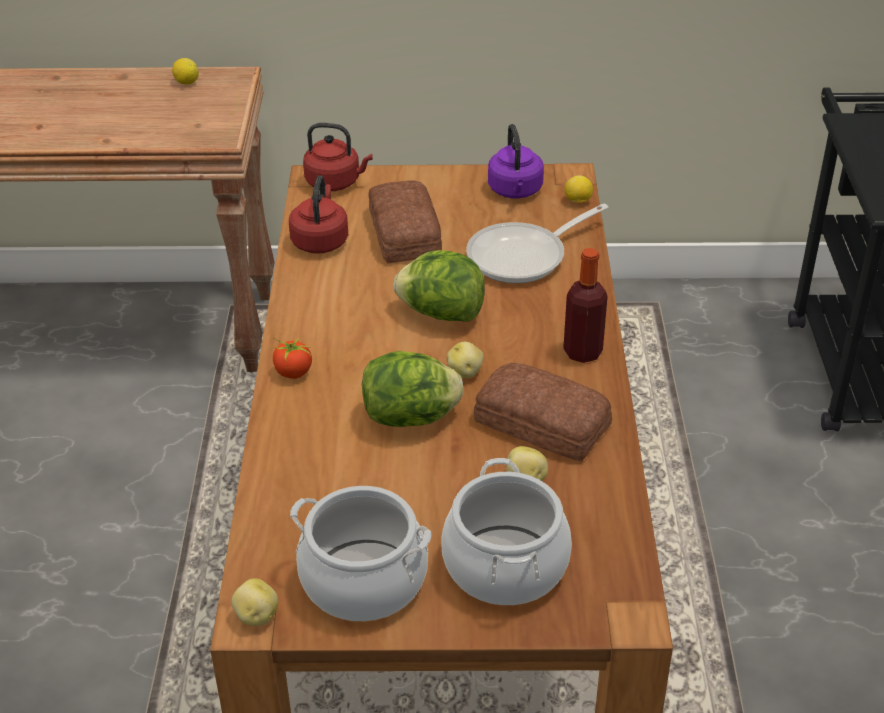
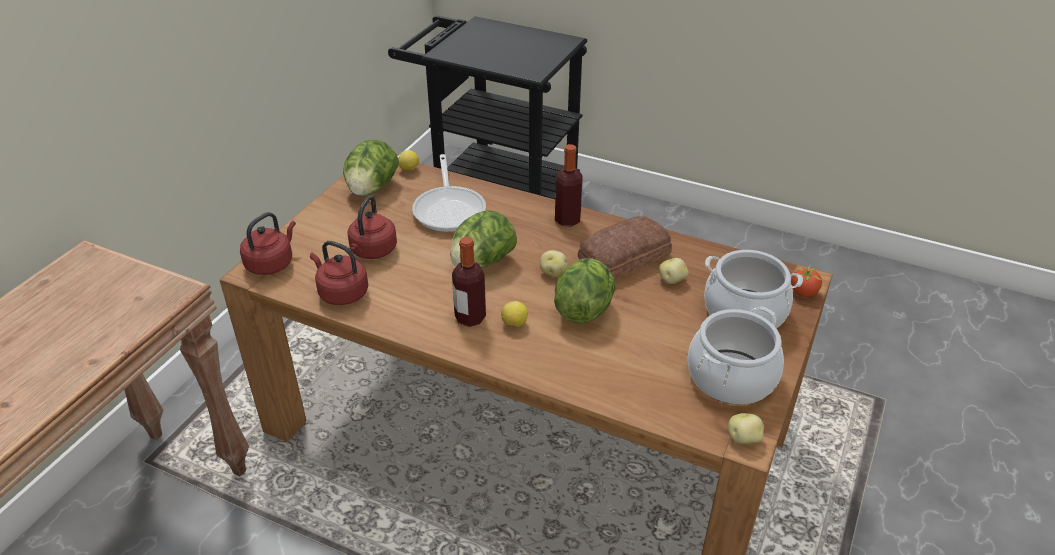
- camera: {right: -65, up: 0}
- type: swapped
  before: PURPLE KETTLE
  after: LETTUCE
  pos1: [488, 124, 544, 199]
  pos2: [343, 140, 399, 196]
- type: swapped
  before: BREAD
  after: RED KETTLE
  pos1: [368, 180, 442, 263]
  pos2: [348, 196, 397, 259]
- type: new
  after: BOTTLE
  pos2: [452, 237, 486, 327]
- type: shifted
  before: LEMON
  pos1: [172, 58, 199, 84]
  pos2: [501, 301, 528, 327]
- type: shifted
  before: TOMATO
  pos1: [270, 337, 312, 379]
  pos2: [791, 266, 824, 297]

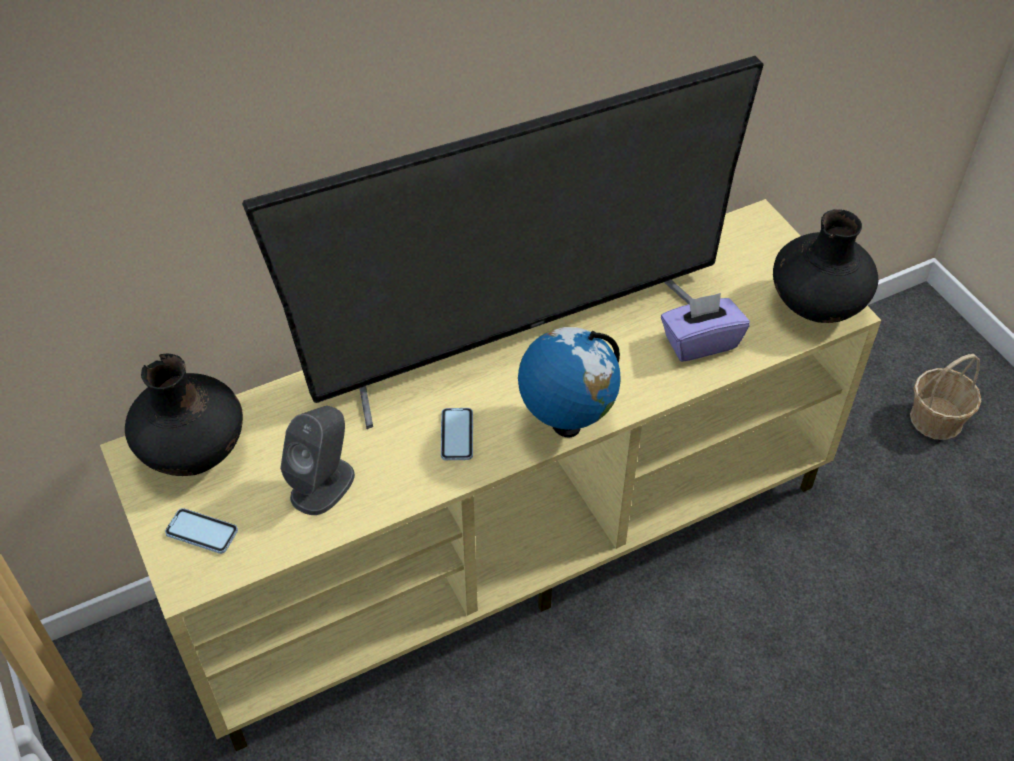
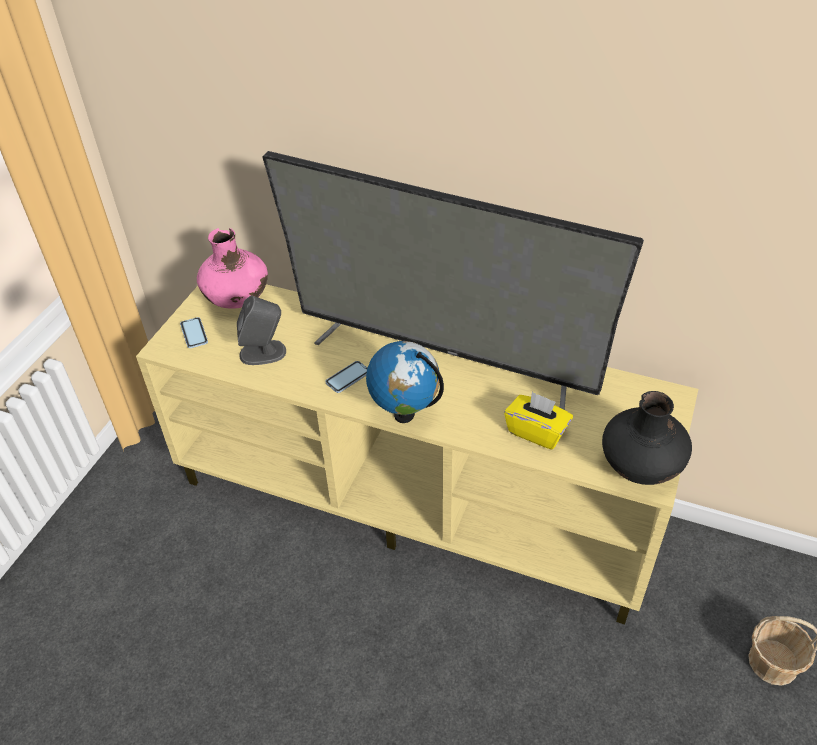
- camera: {right: 50, up: -5}
- type: repainted
  before: BLACK VASE
  after: PINK VASE
  pos1: [125, 354, 243, 476]
  pos2: [197, 228, 268, 308]
- type: repainted
  before: PURPLE TISSUE BOX
  after: YELLOW TISSUE BOX
  pos1: [661, 293, 750, 362]
  pos2: [504, 391, 573, 450]

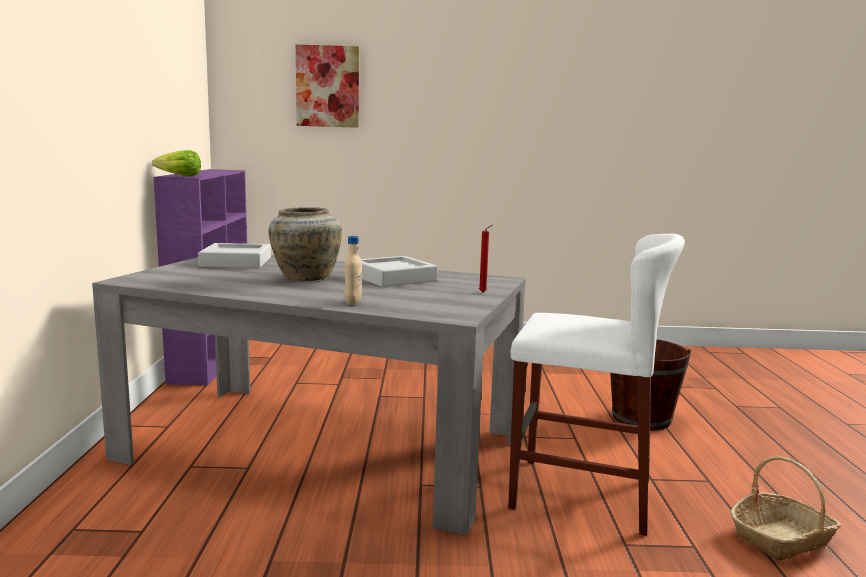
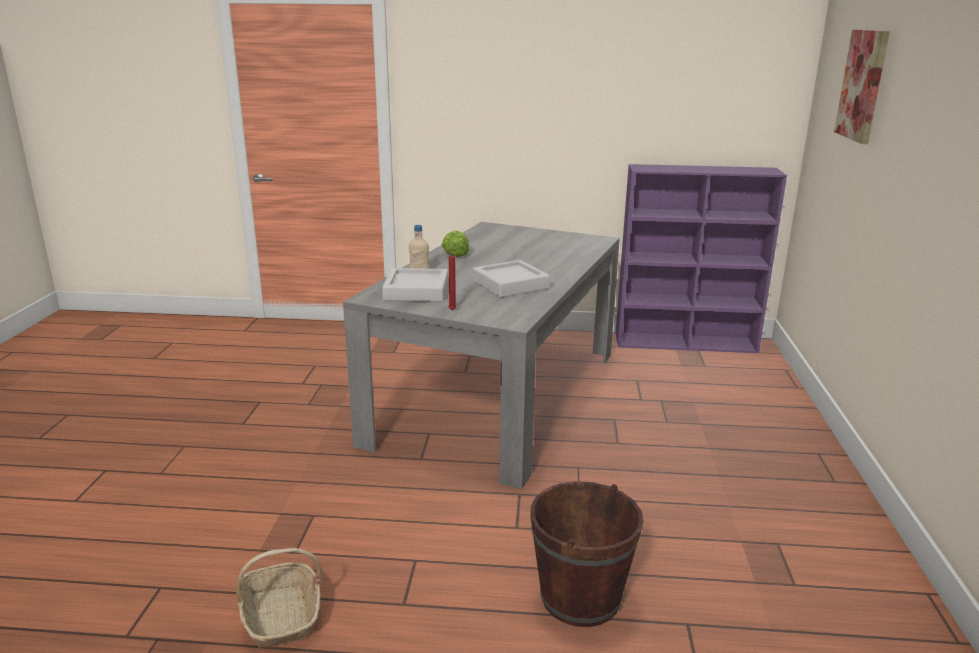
- camera: {right: 95, up: 10}
- type: shifted
  before: GREY TRAY
  pos1: [198, 243, 271, 268]
  pos2: [382, 268, 448, 302]
- type: shifted
  before: LETTUCE
  pos1: [152, 150, 201, 176]
  pos2: [442, 231, 469, 257]
- type: gone
  before: BEIGE VASE
  pos1: [269, 207, 342, 281]
- type: gone
  before: WHITE STOOL
  pos1: [508, 234, 685, 536]

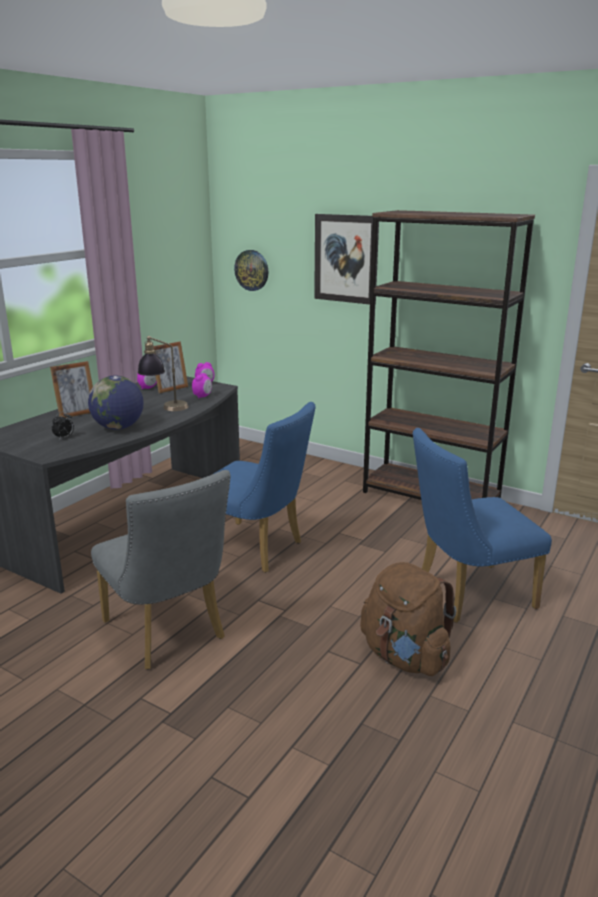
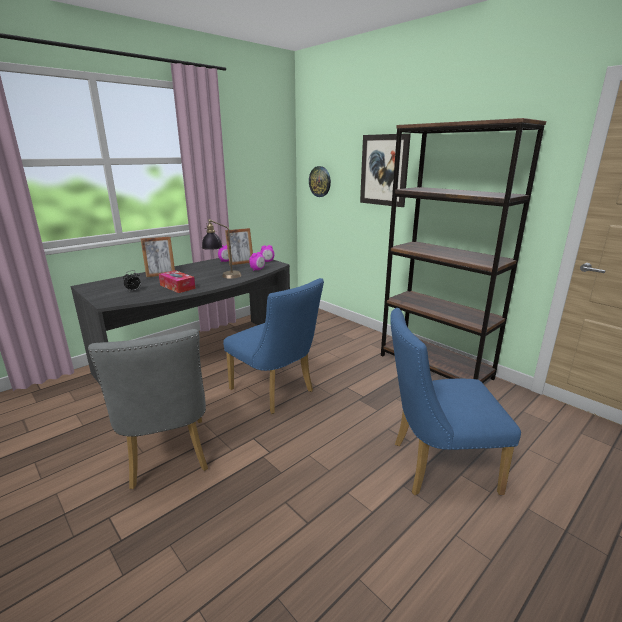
- camera: {right: 15, up: 0}
- type: swapped
  before: GLOBE
  after: TISSUE BOX
  pos1: [88, 375, 144, 430]
  pos2: [159, 270, 196, 293]
- type: gone
  before: BROWN BACKPACK
  pos1: [360, 562, 456, 676]

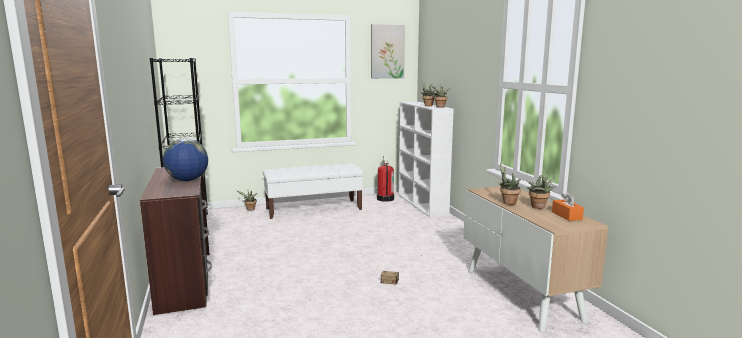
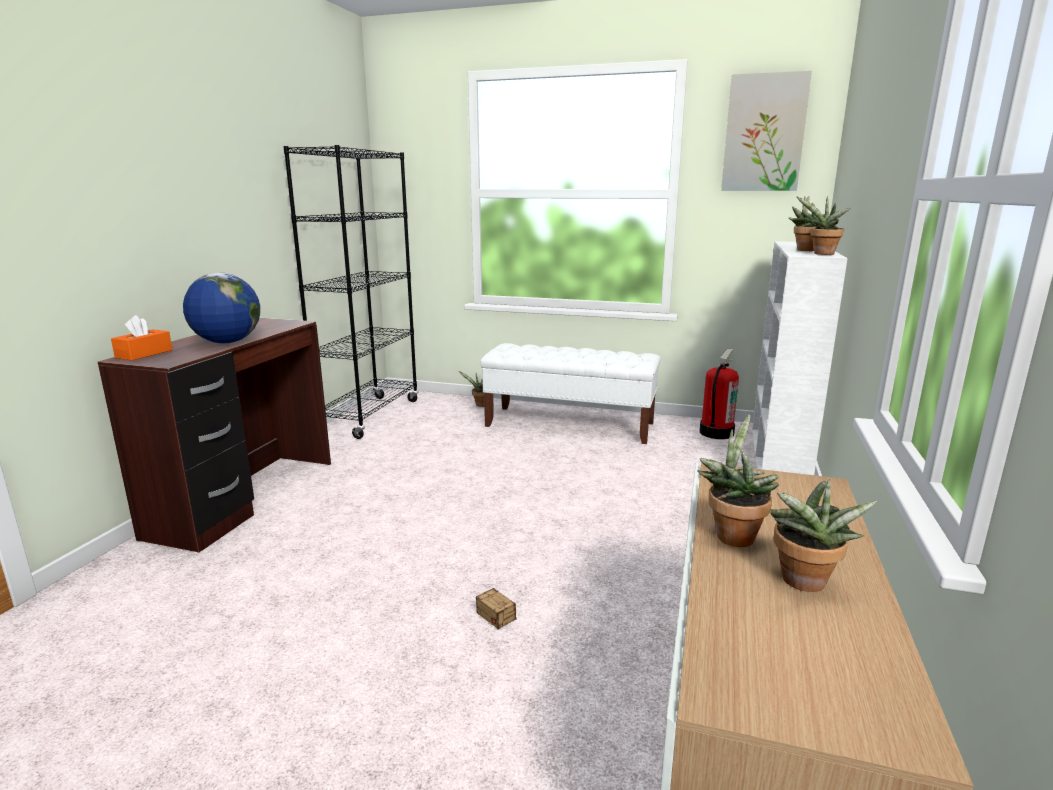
- camera: {right: 35, up: 5}
- type: shifted
  before: ORANGE TISSUE BOX
  pos1: [552, 192, 584, 221]
  pos2: [111, 315, 172, 361]

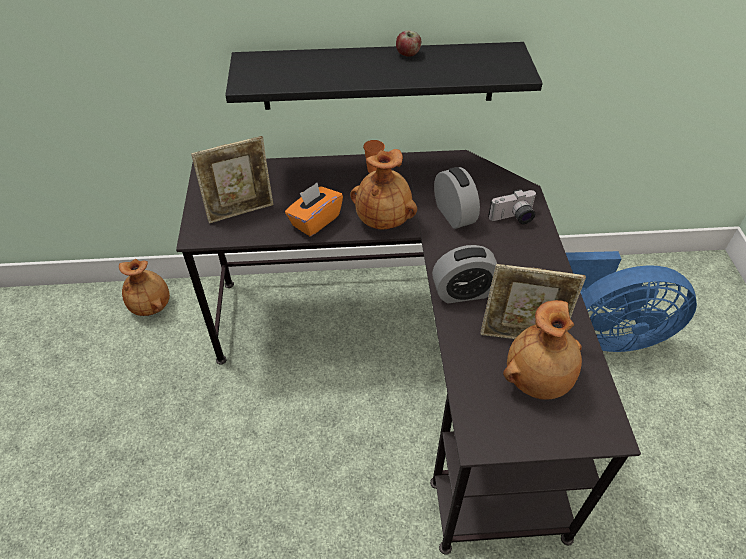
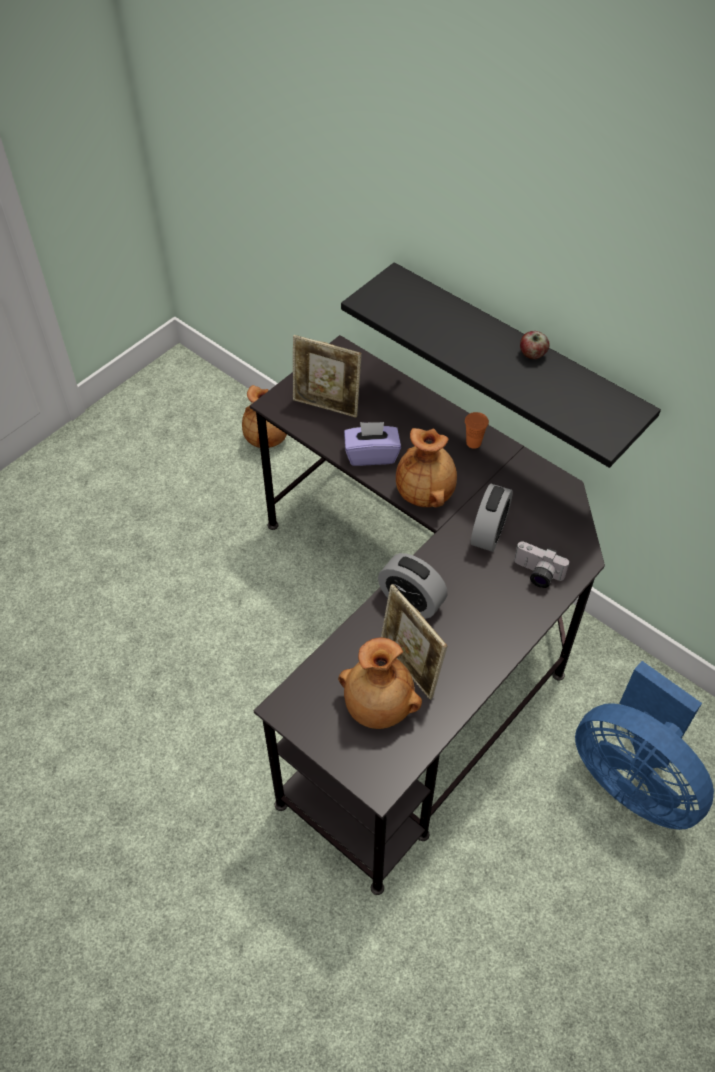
- camera: {right: 45, up: 5}
- type: repainted
  before: ORANGE TISSUE BOX
  after: PURPLE TISSUE BOX
  pos1: [285, 183, 343, 236]
  pos2: [344, 422, 401, 466]

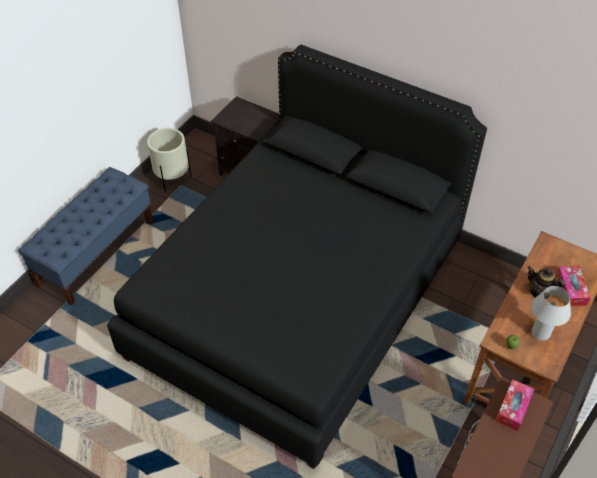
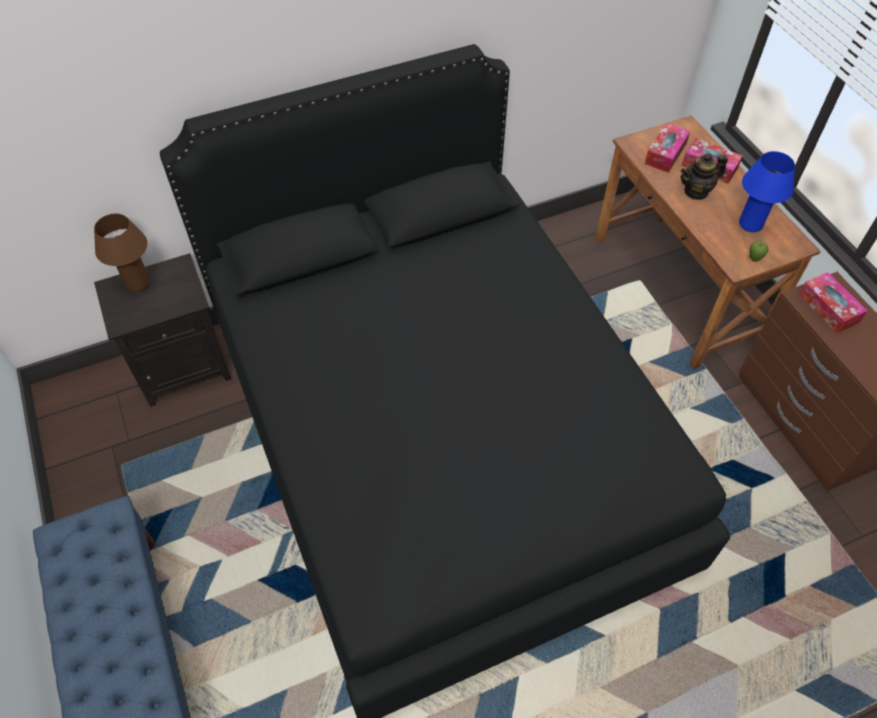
- camera: {right: -55, up: 5}
- type: new
  after: BROWN TABLE LAMP
  pos2: [94, 214, 150, 292]
- type: new
  after: TISSUE BOX
  pos2: [644, 123, 690, 173]
- type: repainted
  before: WHITE TABLE LAMP
  after: BLUE TABLE LAMP
  pos1: [531, 286, 571, 341]
  pos2: [739, 151, 795, 232]
- type: gone
  before: BEIGE PLANTER
  pos1: [147, 128, 191, 192]

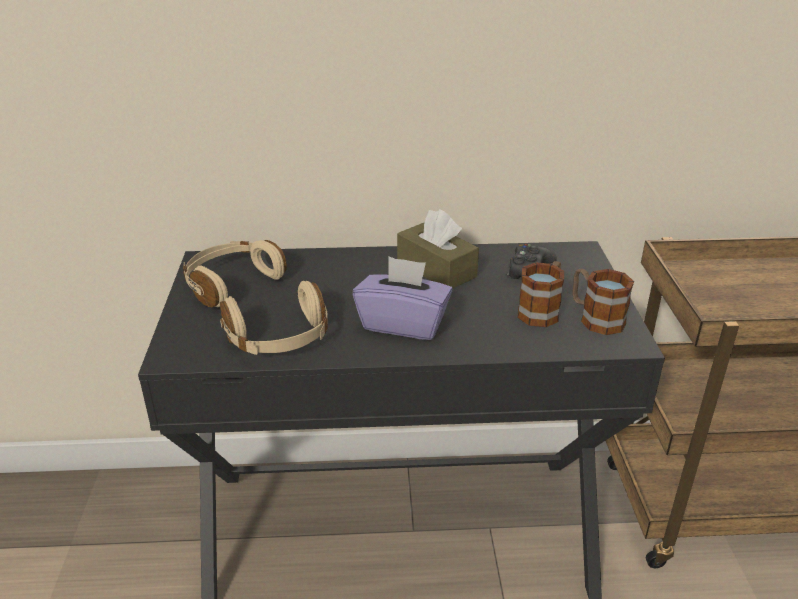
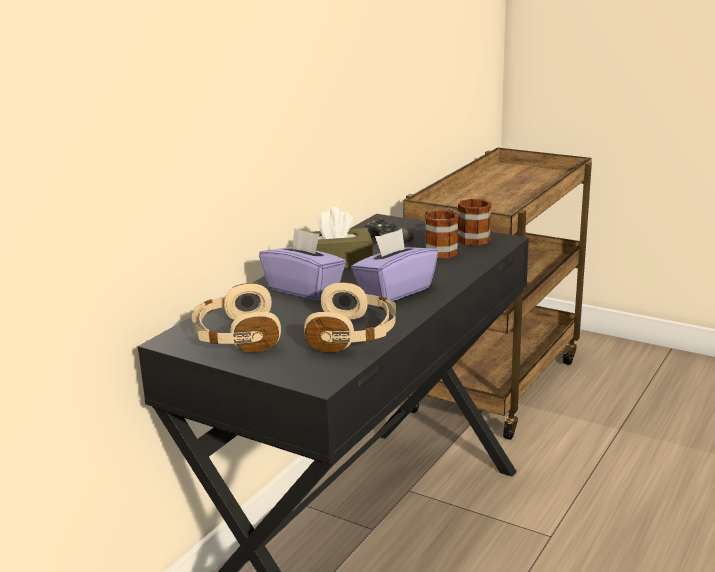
- camera: {right: -55, up: -10}
- type: new
  after: PURPLE TISSUE BOX
  pos2: [259, 228, 346, 300]

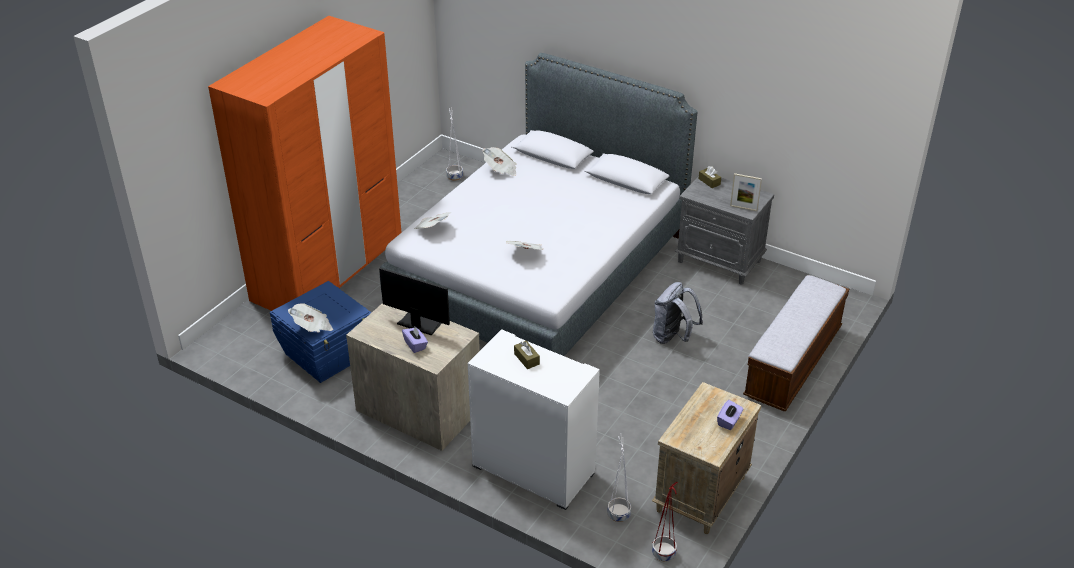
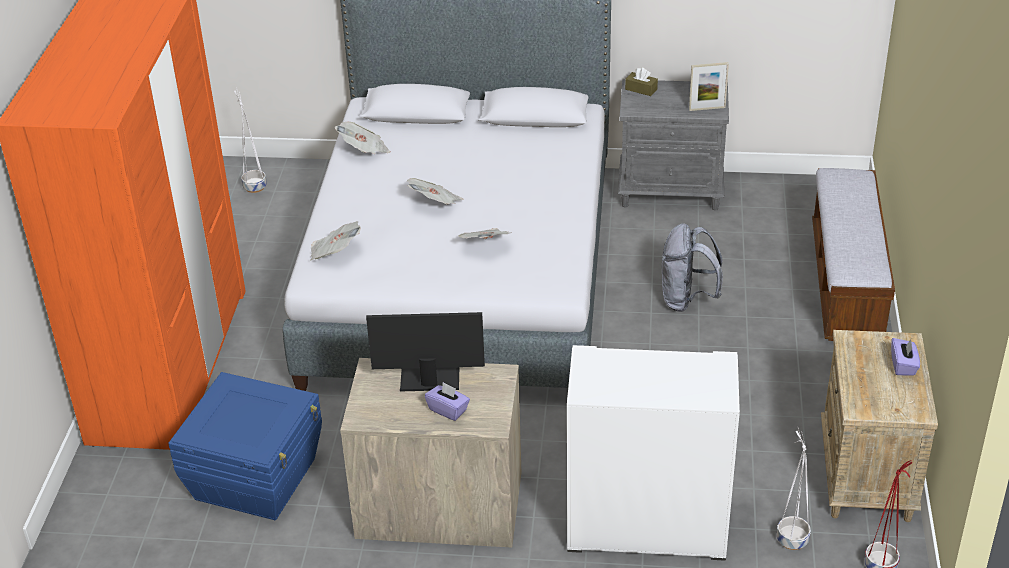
- camera: {right: -25, up: 0}
- type: shifted
  before: NEWSPAPER
  pos1: [288, 303, 333, 332]
  pos2: [407, 178, 463, 205]
- type: gone
  before: BROWN TISSUE BOX
  pos1: [514, 341, 540, 369]

